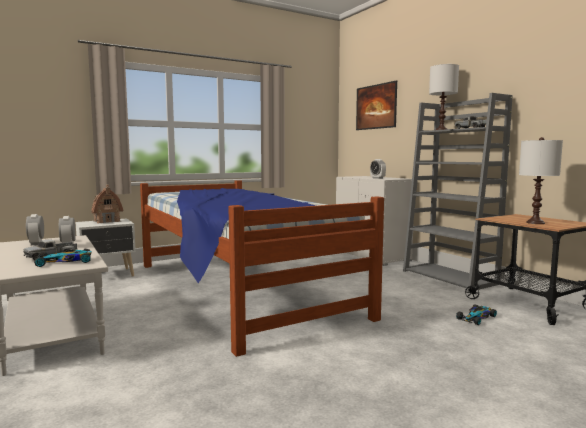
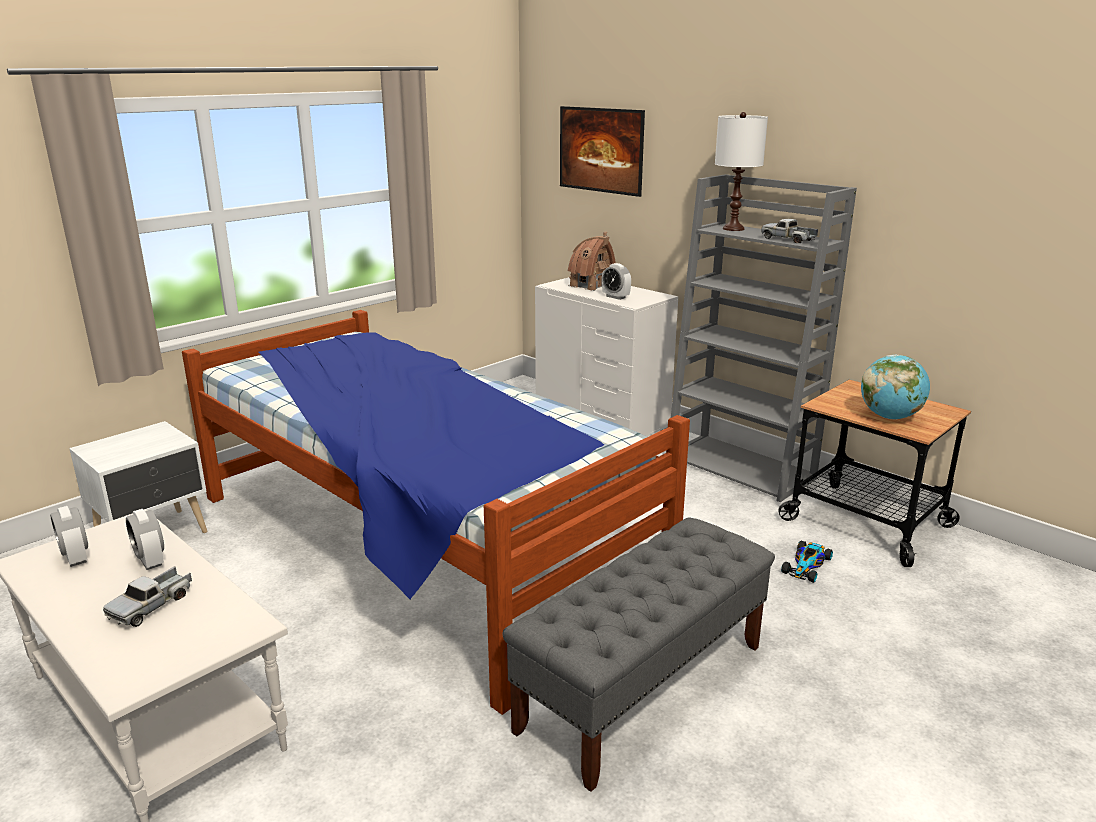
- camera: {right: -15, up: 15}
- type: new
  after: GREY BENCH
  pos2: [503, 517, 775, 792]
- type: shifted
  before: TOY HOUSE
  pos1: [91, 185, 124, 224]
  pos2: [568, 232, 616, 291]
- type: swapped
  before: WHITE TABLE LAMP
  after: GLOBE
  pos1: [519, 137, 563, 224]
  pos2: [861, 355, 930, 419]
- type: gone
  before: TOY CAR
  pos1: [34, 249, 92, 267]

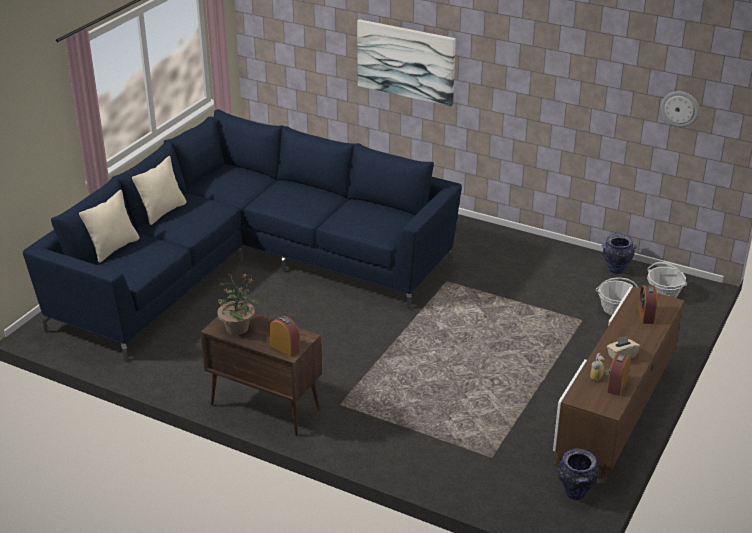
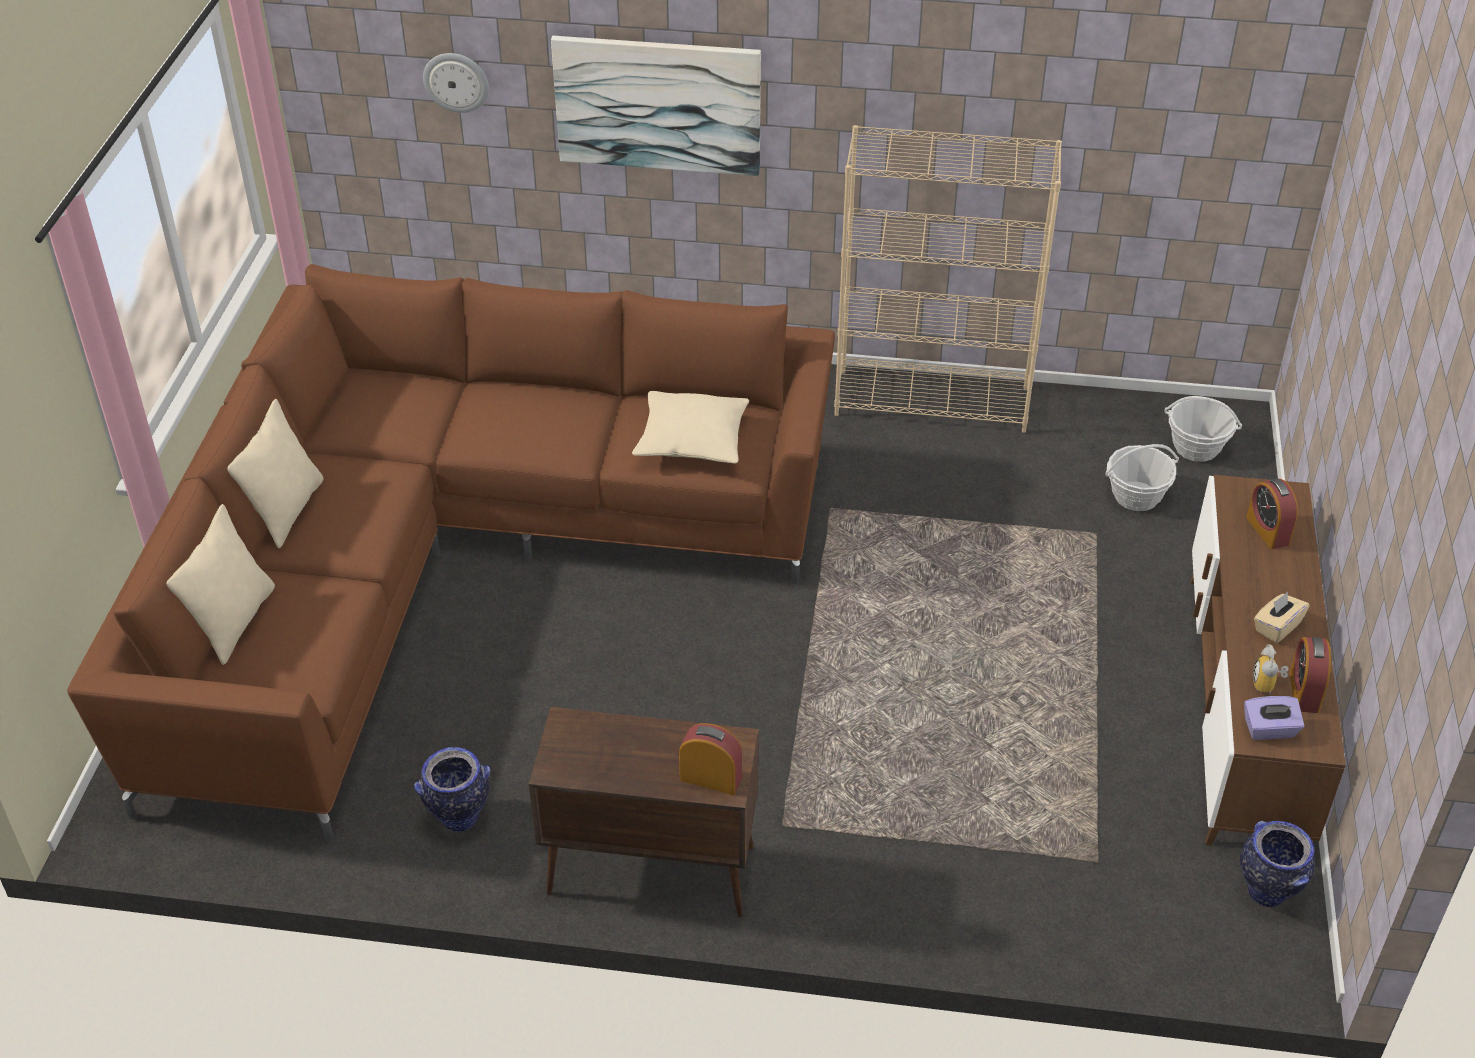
- camera: {right: -20, up: 10}
- type: repainted
  before: BLUE SOFA
  after: BROWN SOFA
  pos1: [23, 109, 462, 362]
  pos2: [67, 264, 835, 843]
- type: shifted
  before: VASE
  pos1: [602, 234, 637, 274]
  pos2: [414, 747, 491, 832]
- type: shifted
  before: WALL CLOCK
  pos1: [661, 91, 699, 127]
  pos2: [423, 53, 489, 113]
- type: new
  after: BEIGE PILLOW
  pos2: [632, 391, 749, 463]
- type: new
  after: BEIGE BOOKCASE
  pos2: [834, 125, 1062, 433]
- type: new
  after: PURPLE TISSUE BOX
  pos2: [1244, 696, 1304, 740]
- type: gone
  before: POTTED PLANT
  pos1: [217, 273, 259, 335]

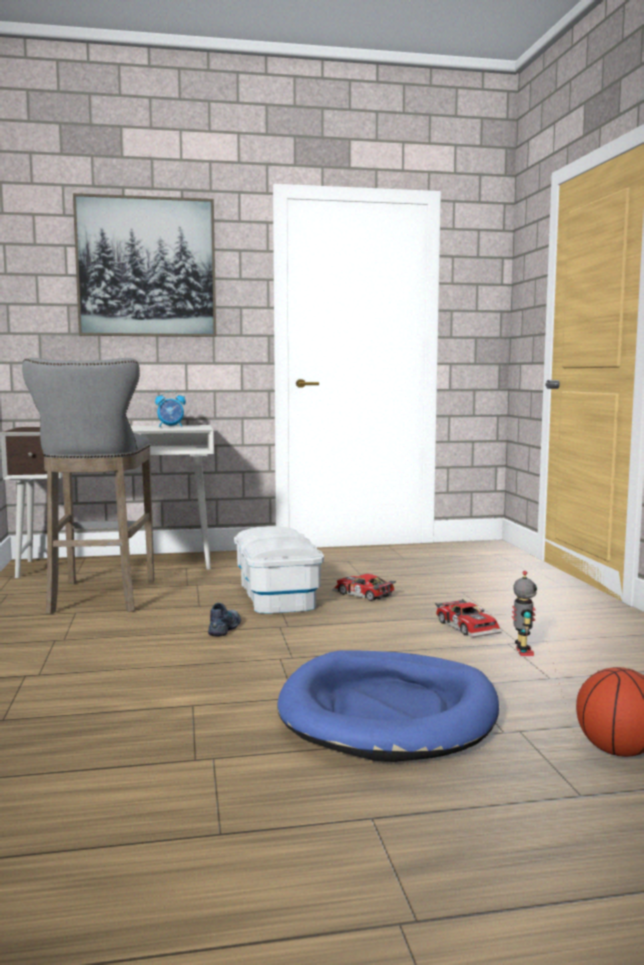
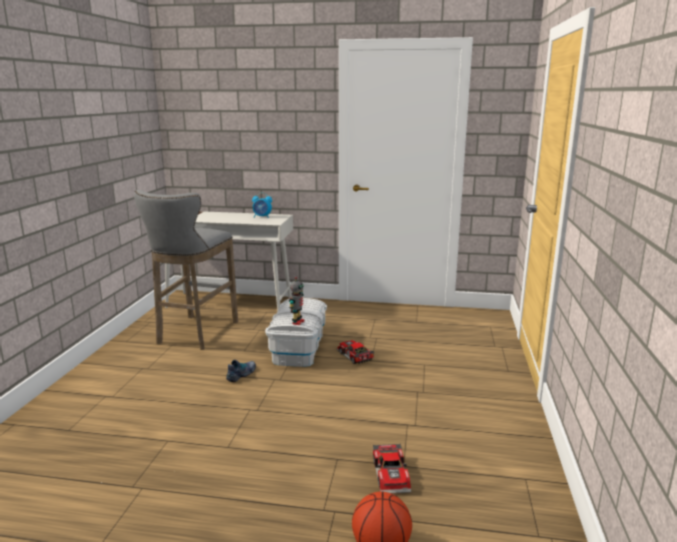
- camera: {right: 20, up: 10}
- type: shifted
  before: TOY ROBOT
  pos1: [512, 571, 537, 656]
  pos2: [289, 277, 305, 325]
- type: shifted
  before: TOY CAR
  pos1: [435, 599, 501, 638]
  pos2: [373, 443, 411, 494]
- type: gone
  before: PICTURE
  pos1: [73, 193, 216, 337]
- type: gone
  before: BLUE DOG BED
  pos1: [277, 650, 499, 762]

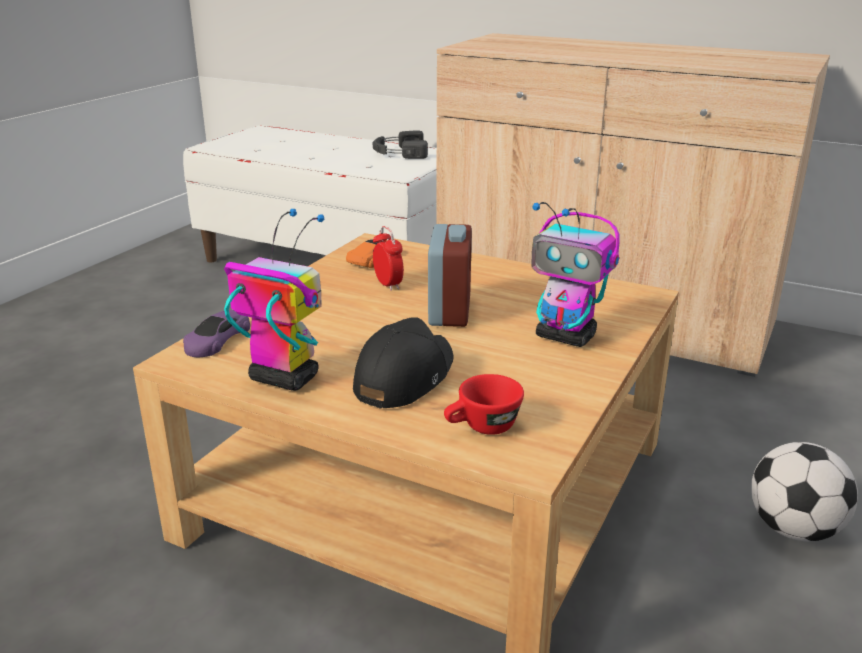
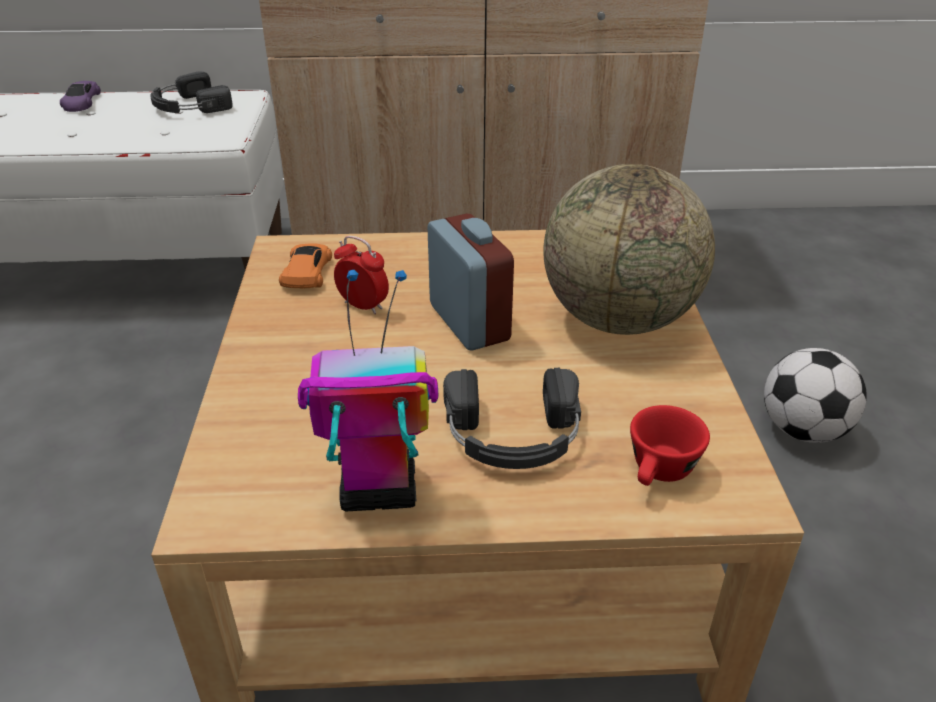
- camera: {right: -30, up: 10}
- type: shifted
  before: PURPLE TOY CAR
  pos1: [183, 310, 250, 358]
  pos2: [60, 81, 101, 112]
- type: swapped
  before: BLACK CAP
  after: BLACK HEADPHONES
  pos1: [353, 317, 454, 408]
  pos2: [443, 368, 581, 469]
- type: swapped
  before: TOY ROBOT
  after: GLOBE
  pos1: [531, 202, 620, 347]
  pos2: [543, 164, 715, 335]

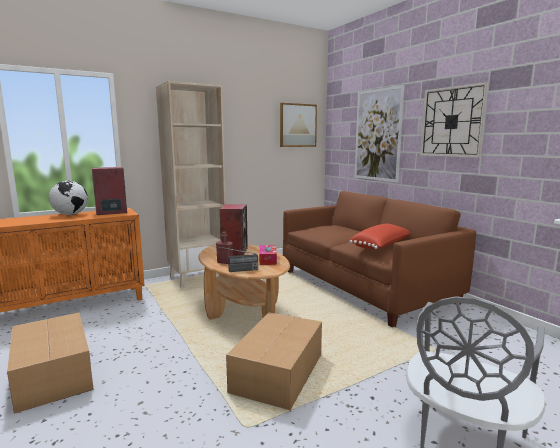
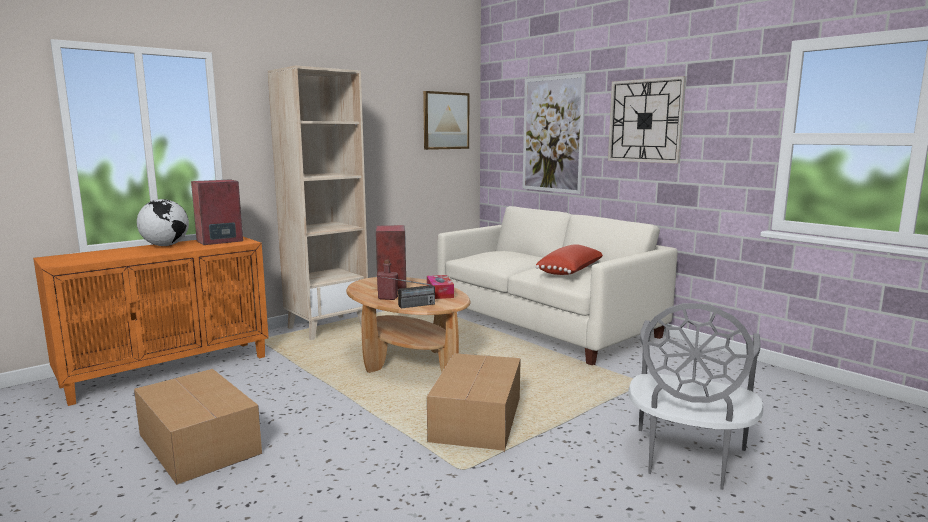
- camera: {right: -10, up: 0}
- type: repainted
  before: BROWN SOFA
  after: WHITE SOFA
  pos1: [283, 191, 476, 327]
  pos2: [437, 206, 677, 365]

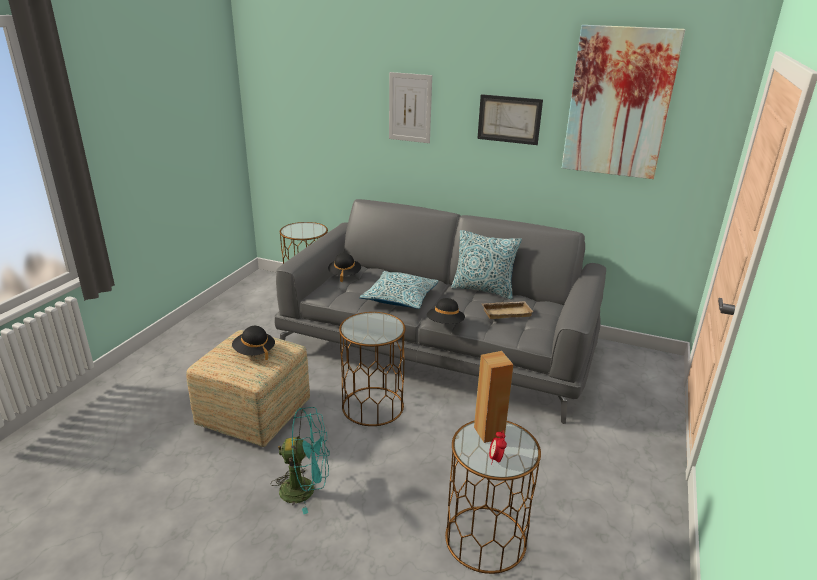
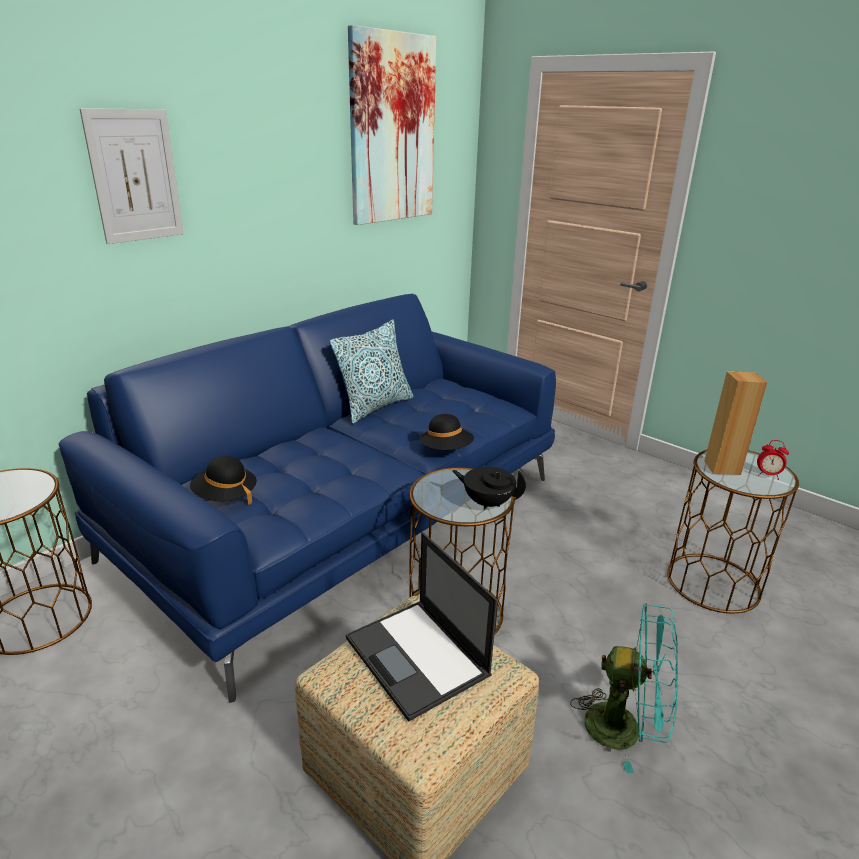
- camera: {right: -70, up: 0}
- type: repainted
  before: GREY SOFA
  after: BLUE SOFA
  pos1: [275, 199, 606, 424]
  pos2: [59, 294, 556, 703]
- type: swapped
  before: BLACK HAT
  after: LAPTOP
  pos1: [232, 326, 275, 360]
  pos2: [346, 532, 498, 722]
- type: new
  after: BLACK TEAPOT
  pos2: [452, 467, 526, 510]
- type: rotated
  before: TURQUOISE FAN
  pos1: [270, 407, 329, 514]
  pos2: [570, 603, 678, 773]
  turn: 90
- type: gone
  before: PILLOW
  pos1: [360, 271, 439, 309]
- type: gone
  before: PICTURE
  pos1: [477, 94, 543, 145]
- type: gone
  before: BEIGE TRAY
  pos1: [481, 301, 534, 319]

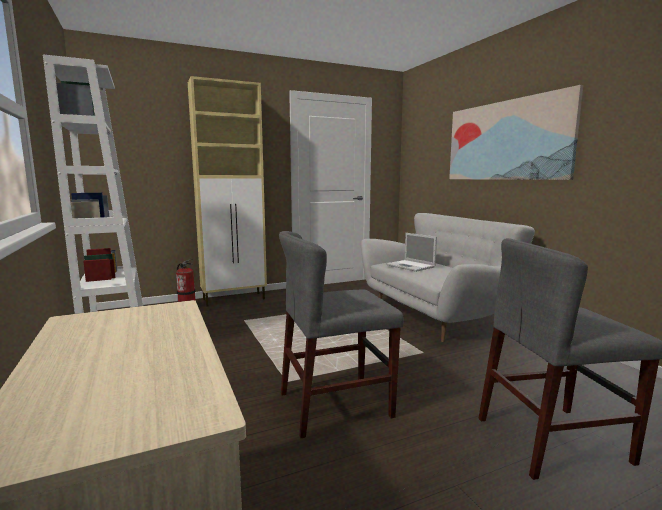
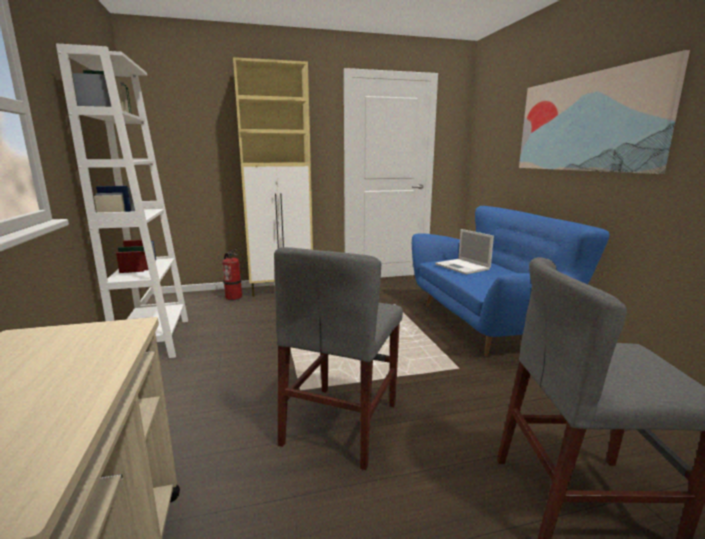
- camera: {right: 10, up: 5}
- type: rotated
  before: GREY CHAIR
  pos1: [279, 231, 404, 438]
  pos2: [274, 247, 403, 470]
  turn: -60
- type: repainted
  before: WHITE SOFA
  after: BLUE SOFA
  pos1: [361, 213, 535, 342]
  pos2: [412, 206, 610, 356]

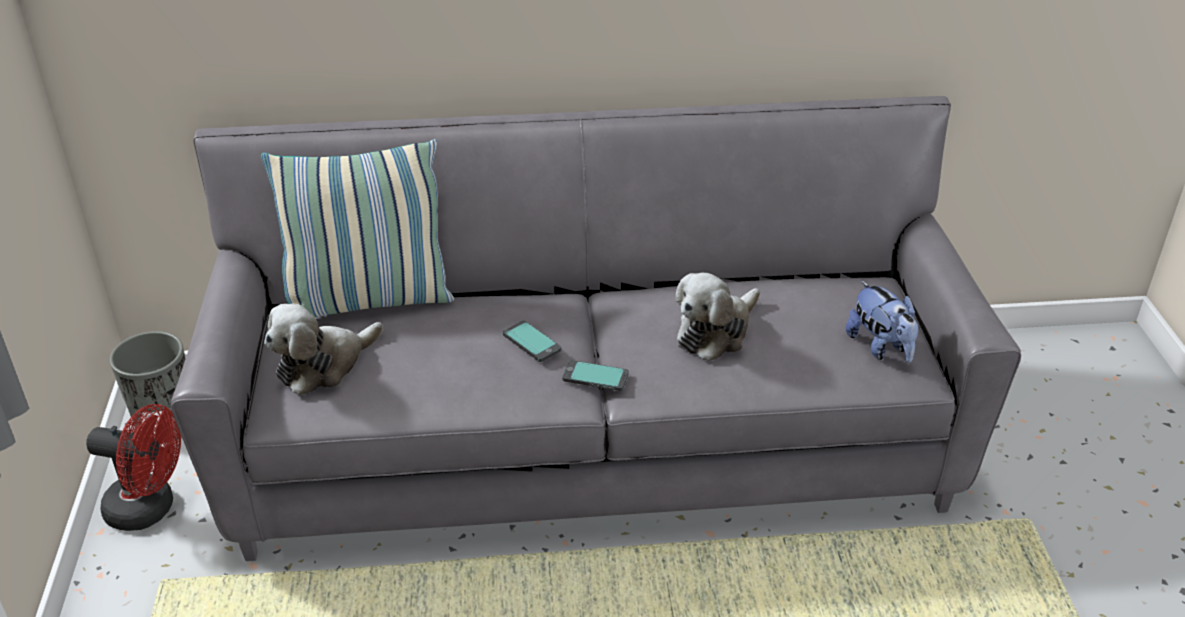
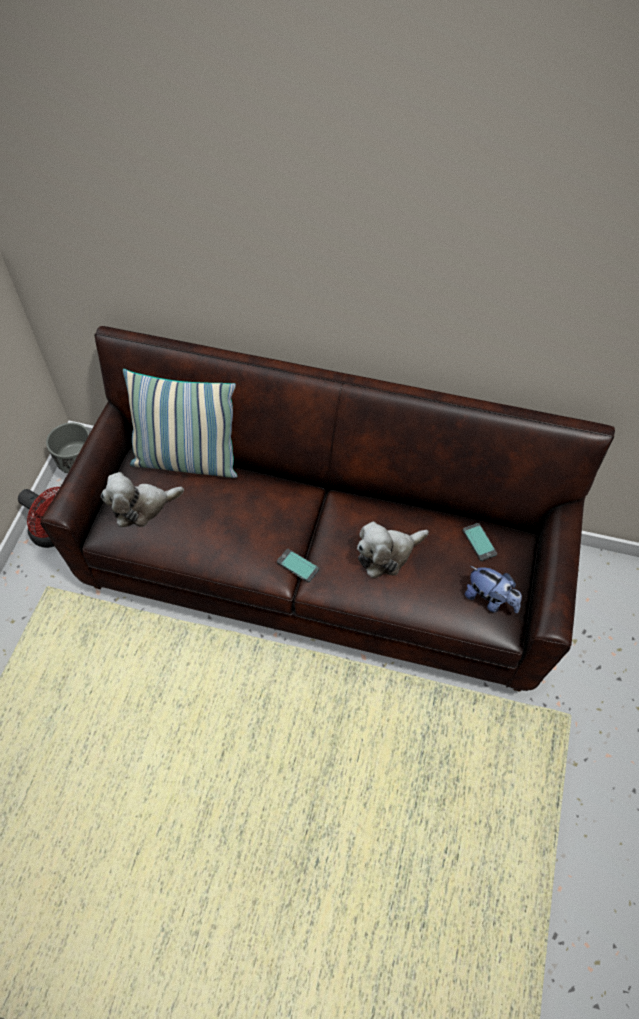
- camera: {right: 20, up: 20}
- type: repainted
  before: GREY SOFA
  after: BROWN SOFA
  pos1: [171, 96, 1021, 561]
  pos2: [40, 326, 615, 692]
- type: shifted
  before: PHONE
  pos1: [503, 320, 561, 362]
  pos2: [463, 523, 497, 561]
- type: rotated
  before: PLUSH TOY
  pos1: [846, 281, 918, 363]
  pos2: [465, 566, 522, 613]
  turn: -45

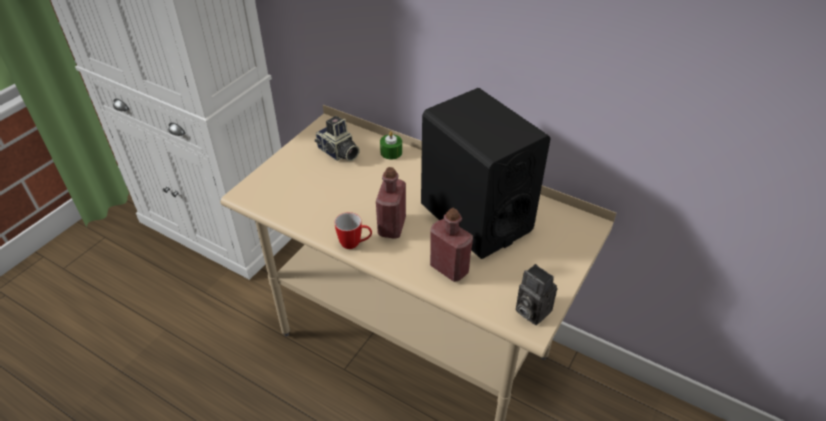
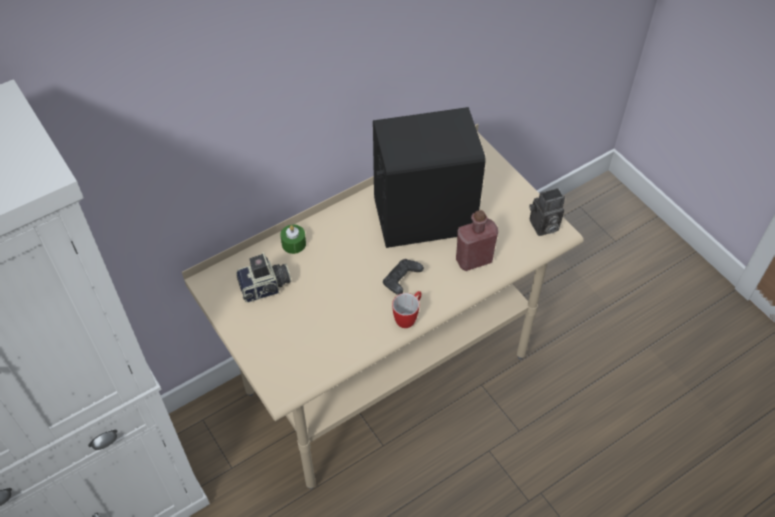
- camera: {right: -65, up: 10}
- type: swapped
  before: RED BOTTLE
  after: BLACK GAME CONTROLLER
  pos1: [376, 167, 406, 239]
  pos2: [383, 259, 424, 295]

